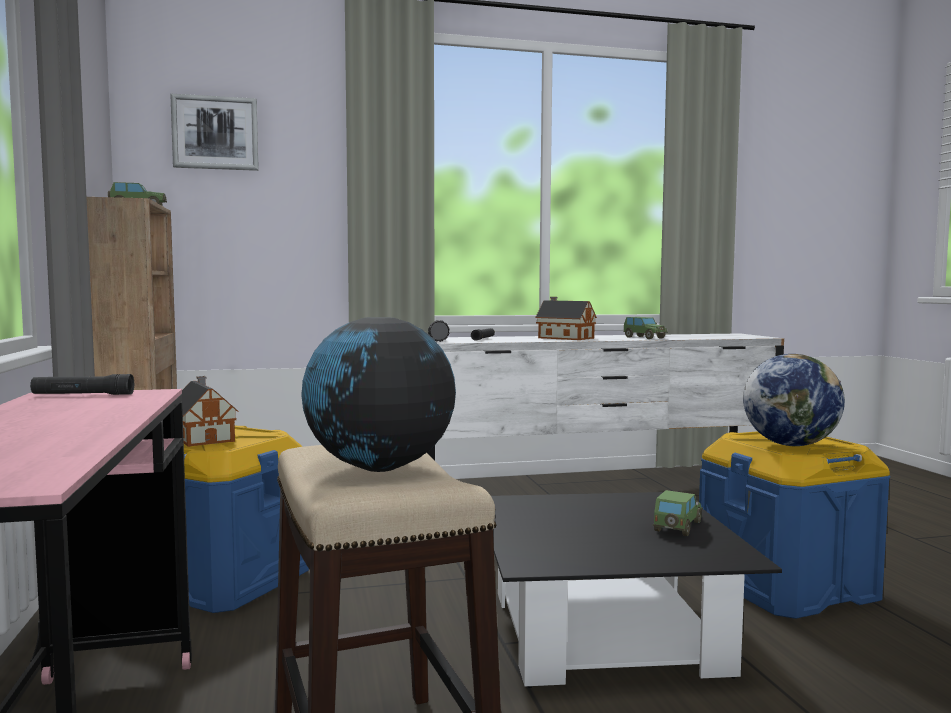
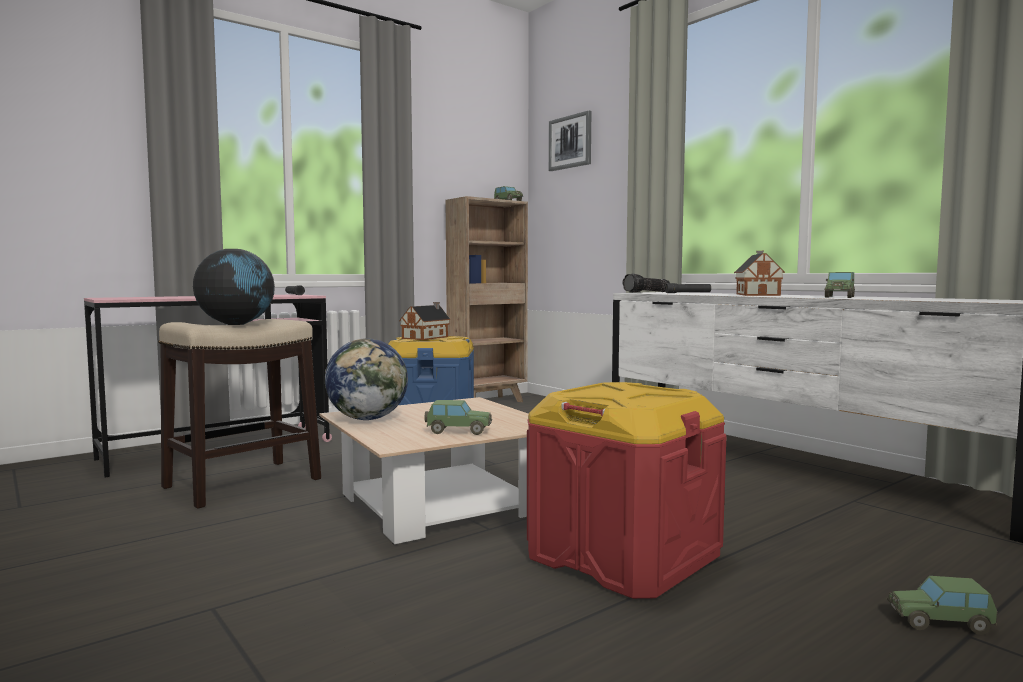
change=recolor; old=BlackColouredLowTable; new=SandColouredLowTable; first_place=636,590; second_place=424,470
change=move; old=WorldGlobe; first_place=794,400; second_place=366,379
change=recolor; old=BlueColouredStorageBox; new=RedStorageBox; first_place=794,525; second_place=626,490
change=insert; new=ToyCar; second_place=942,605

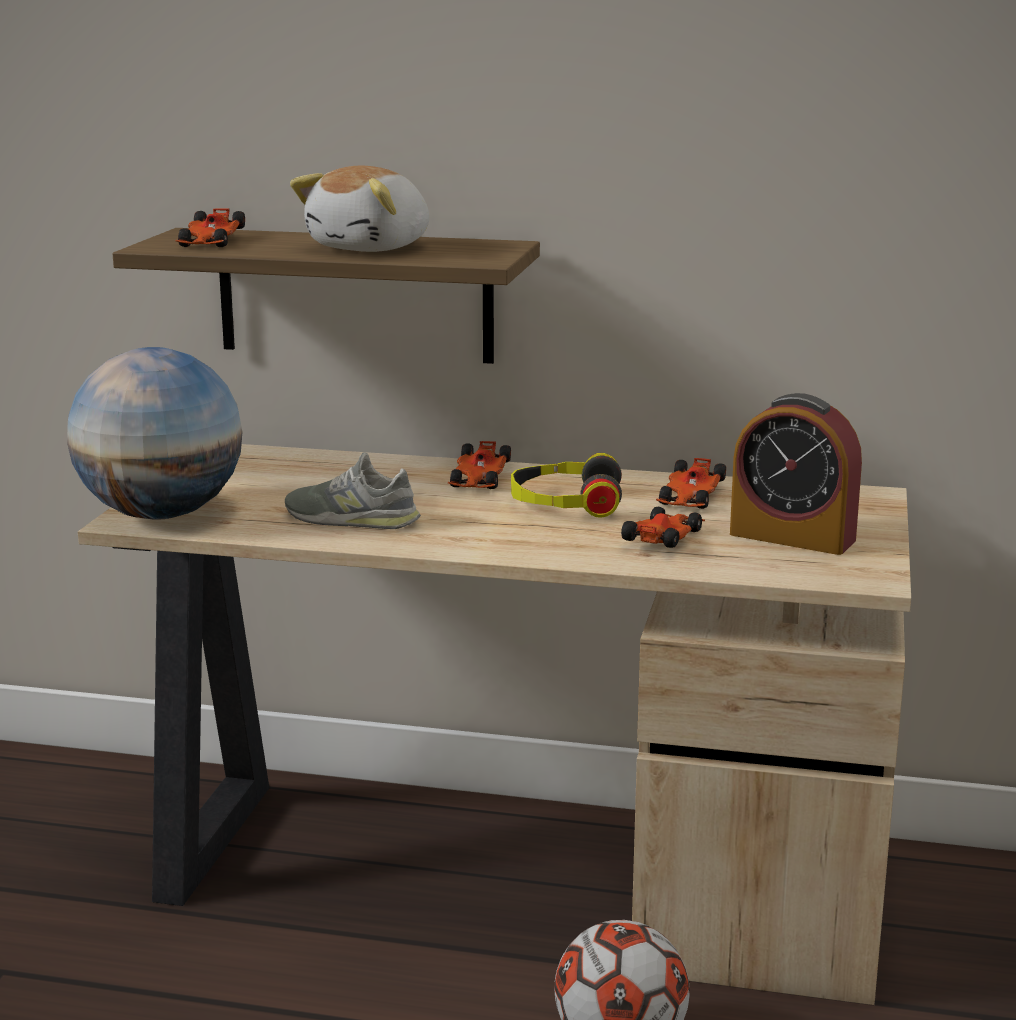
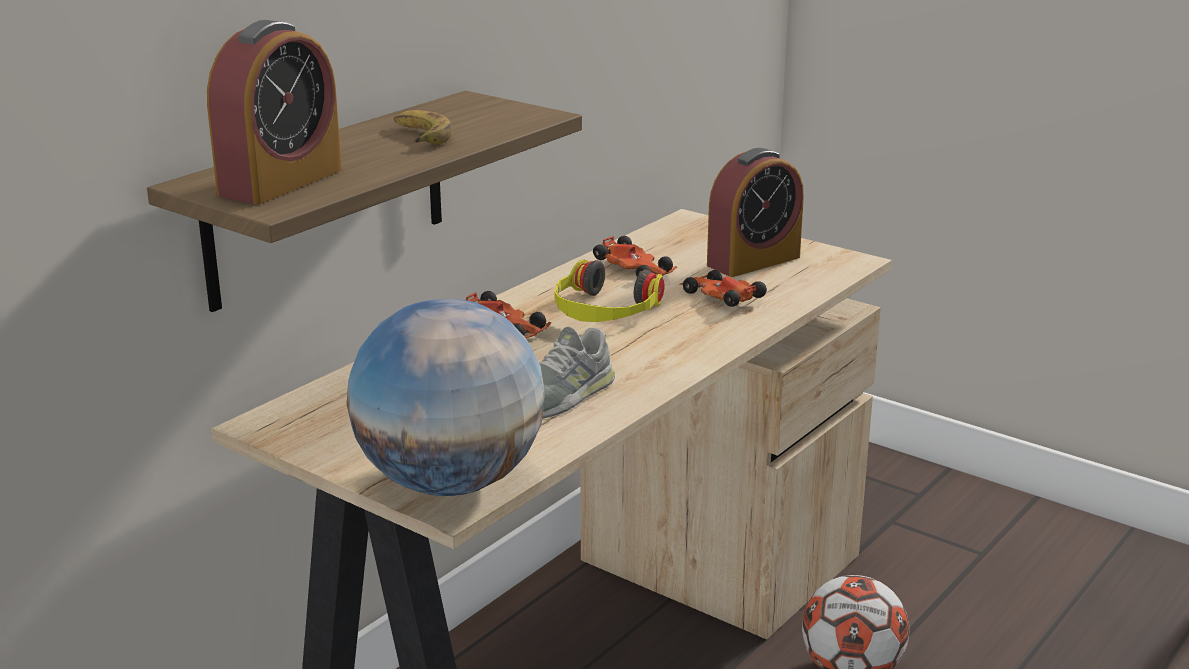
change=replace; old=ToyCar; new=TableClock; first_place=210,227; second_place=274,112
change=replace; old=CuddlyToy; new=WholeBanana; first_place=359,208; second_place=423,127

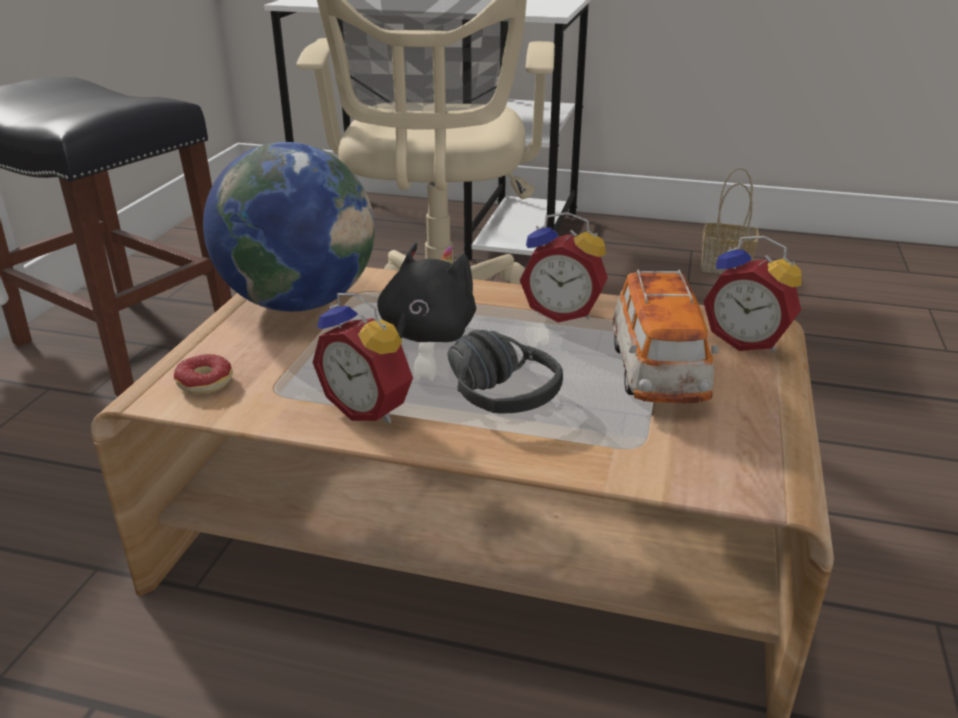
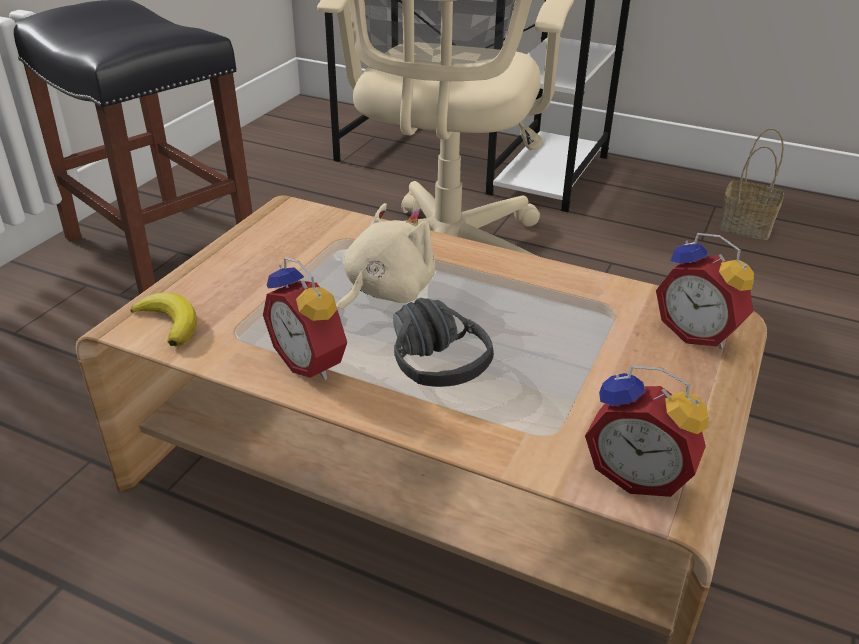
change=replace; old=RingDoughnut; new=WholeBanana; first_place=203,373; second_place=164,319
change=recolor; old=BlackColouredCuddlyToy; new=SandColouredCuddlyToy; first_place=426,292; second_place=385,256
change=move; old=TableClock; first_place=564,267; second_place=646,431
change=delete; old=WorldGlobe; first_place=289,227
change=delete; old=ToyCar; first_place=665,336

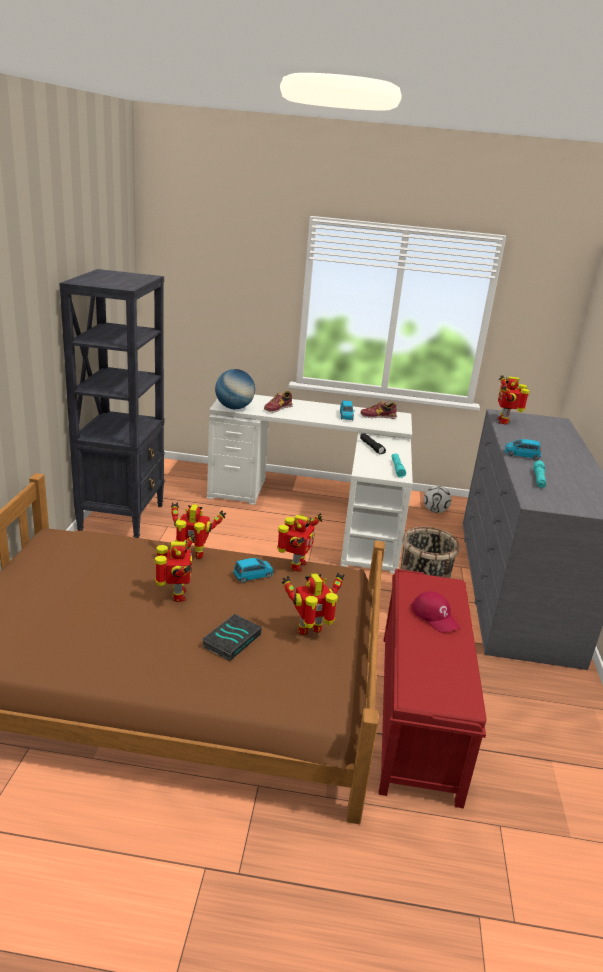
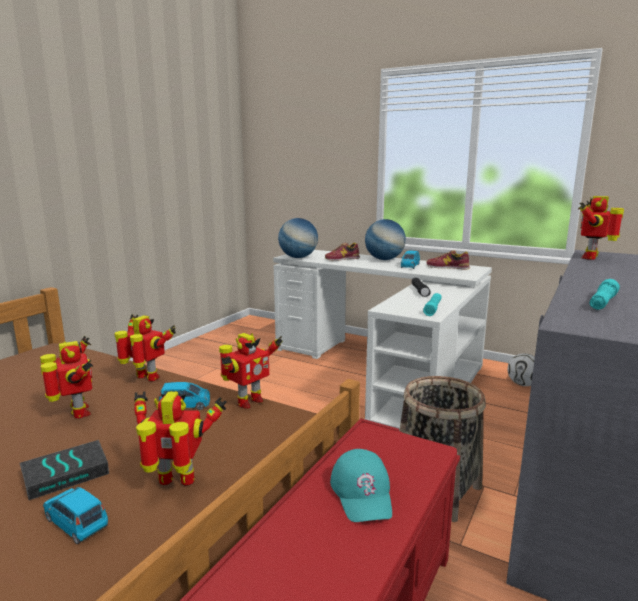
change=rotate; old=ModelRobot; first_place=175,567; second_place=66,377; degrees=-45
change=move; old=BlueColouredToyCar; first_place=523,450; second_place=75,515
change=recolor; old=RedCap; new=TurquoiseCap; first_place=436,612; second_place=361,485
change=insert; new=WorldGlobe; second_place=385,239
change=delete; old=BlackColouredBookcase; first_place=112,403

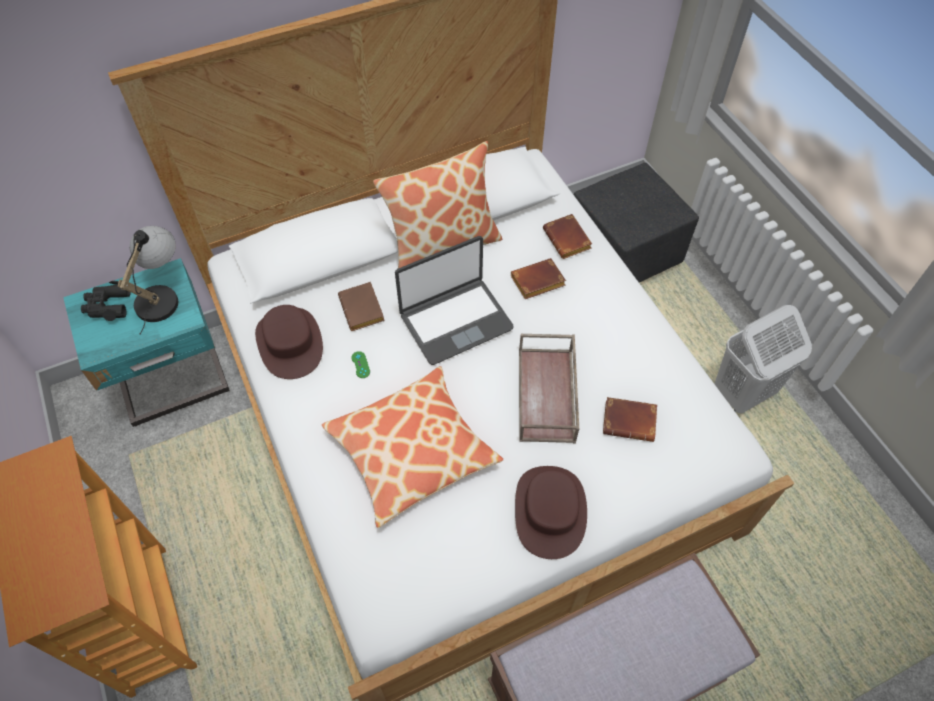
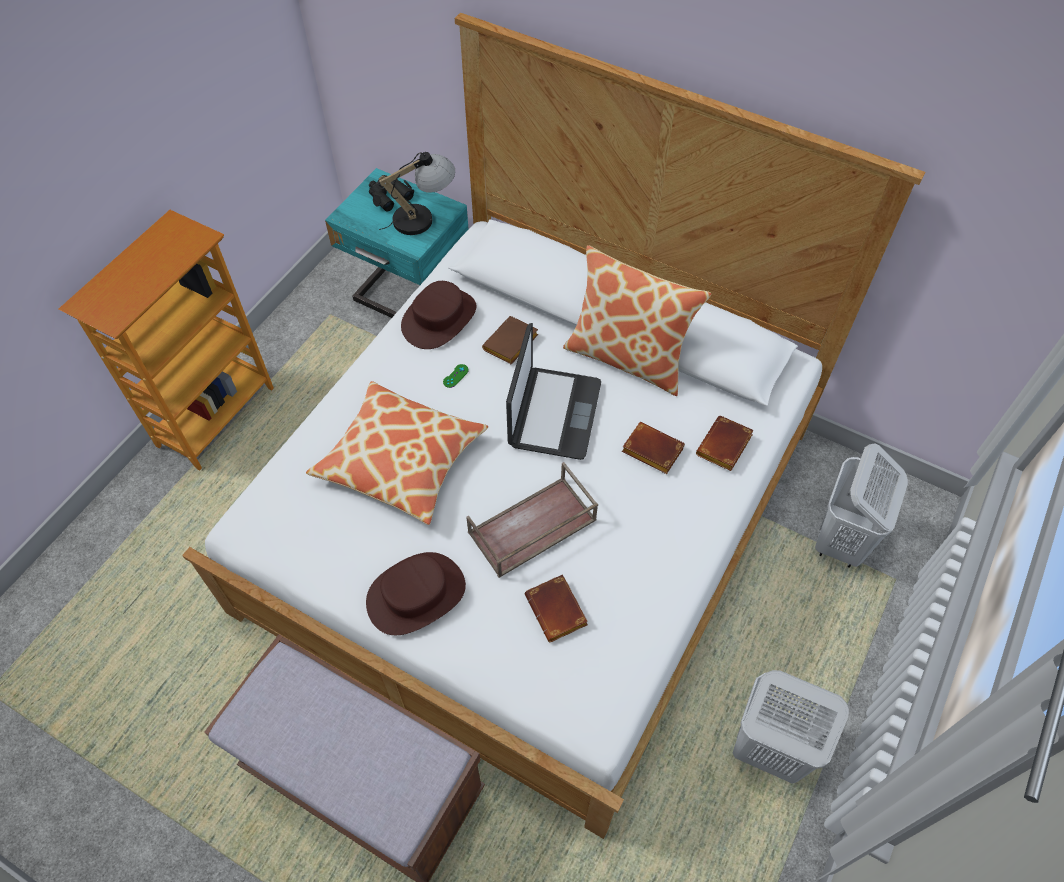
change=rotate; old=NotebookComputer; first_place=454,300; second_place=553,391; degrees=-105
change=replace; old=BlackColouredFootrest; new=WhiteLaundryBasket; first_place=636,223; second_place=861,505

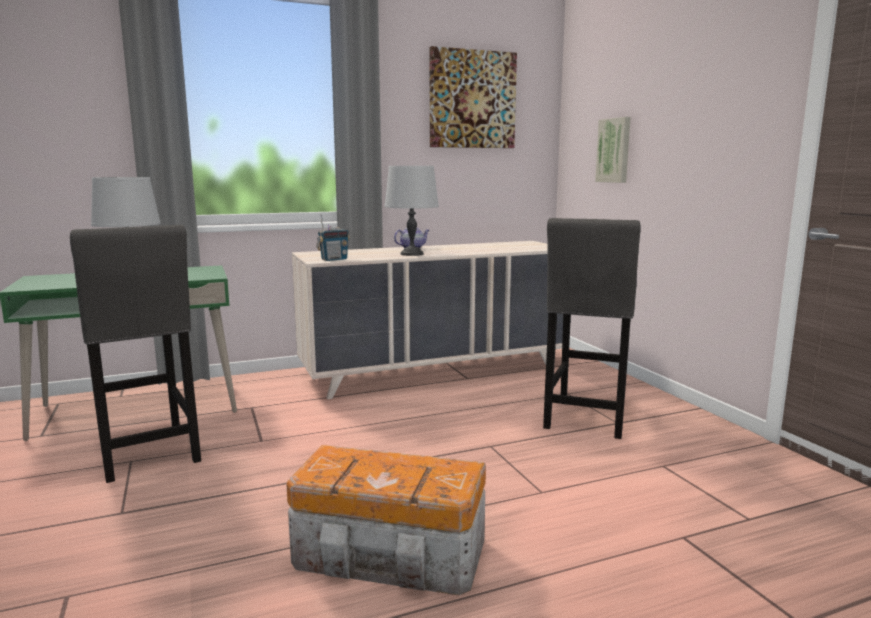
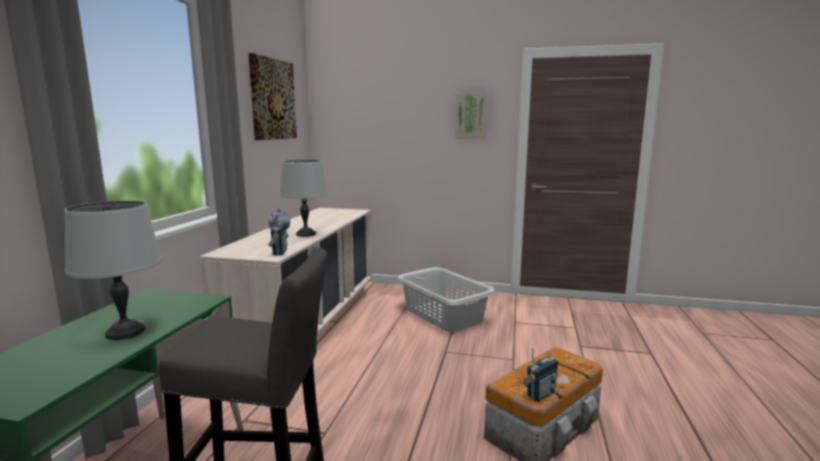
change=replace; old=GraySittingStool; new=GrayLaundryBasket; first_place=592,328; second_place=446,299
change=move; old=WallPicture; first_place=613,150; second_place=472,116
change=insert; new=RadioReceiver; second_place=540,375

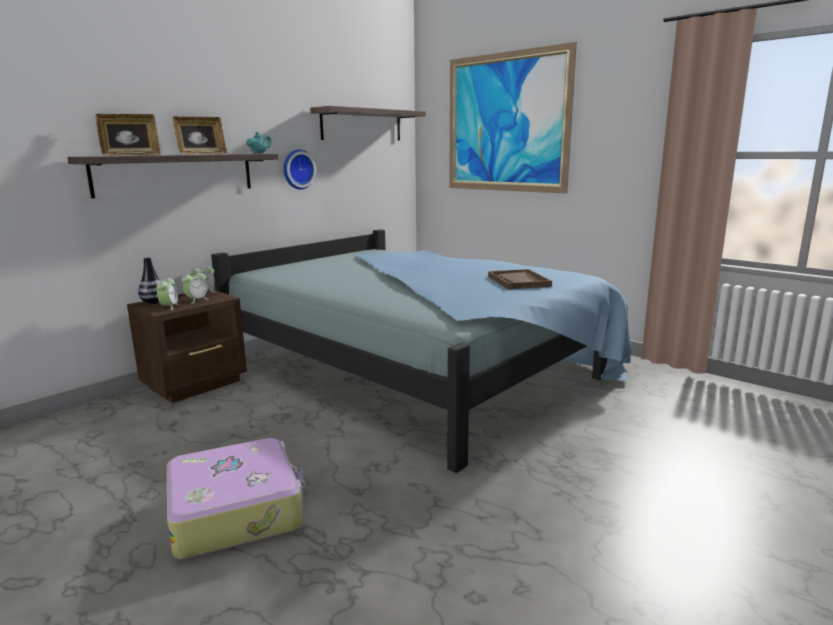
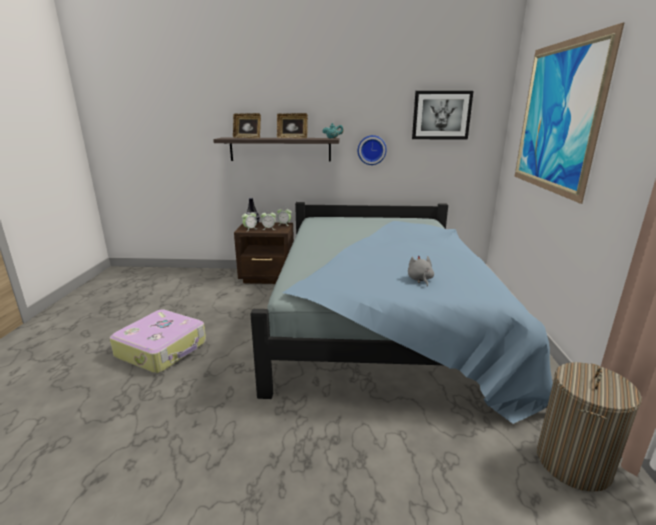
change=replace; old=BrownishServingTray; new=GrayCuddlyToy; first_place=520,279; second_place=421,271
change=replace; old=WallShelf; new=WallPicture; first_place=368,123; second_place=443,115
change=insert; new=LaundryBasket; second_place=589,427

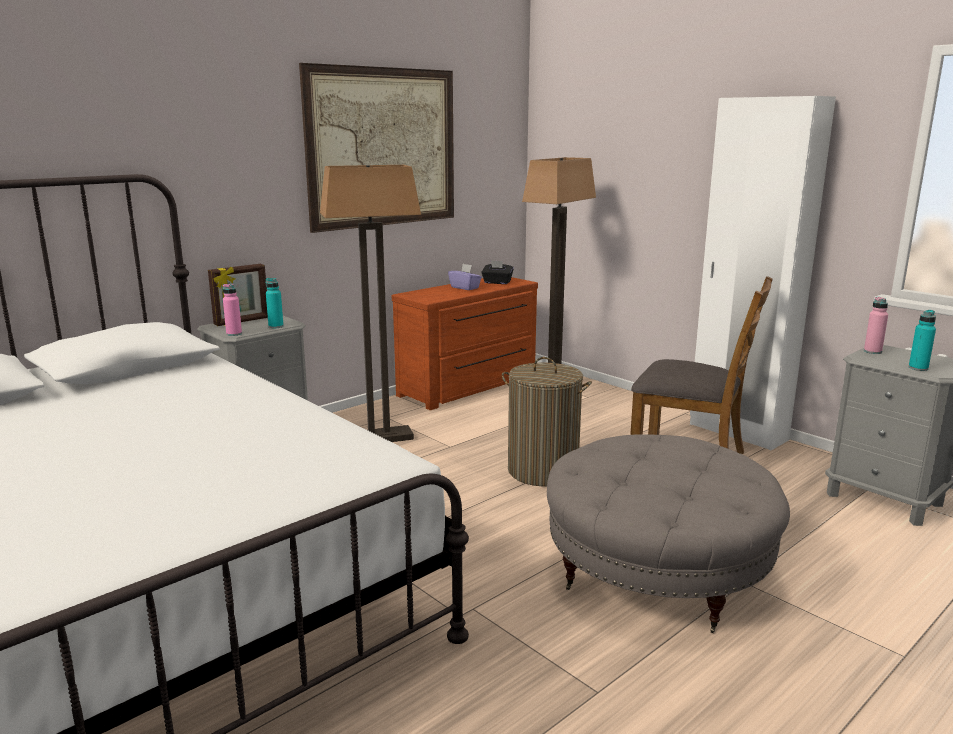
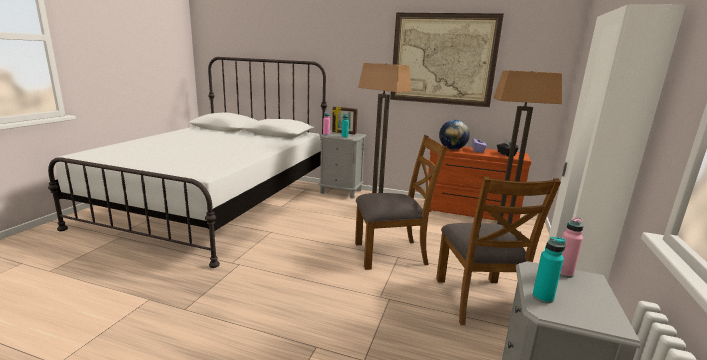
change=replace; old=LaundryBasket; new=BrownishPlainChair; first_place=547,422; second_place=401,202
change=insert; new=WorldGlobe; second_place=454,135
change=delete; old=GrayFootrest; first_place=668,533

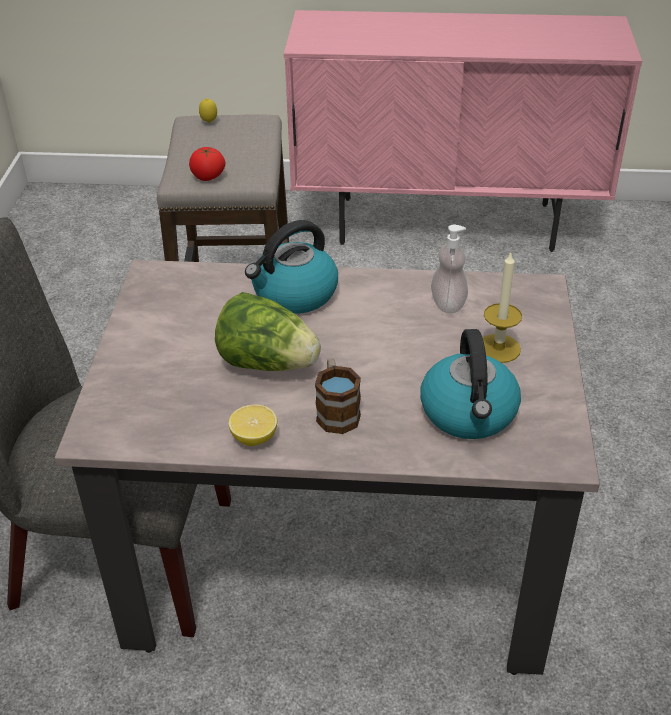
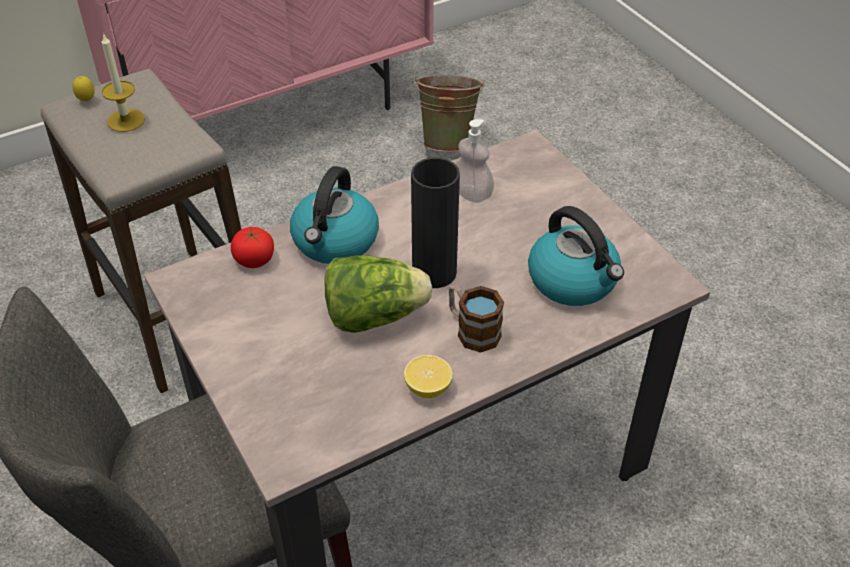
change=move; old=WaxLight; first_place=502,307; second_place=123,82
change=move; old=FreshTomato; first_place=207,164; second_place=252,247
change=insert; new=BlackColouredDecorativeVase; second_place=435,222
change=insert; new=GreenishBucket; second_place=449,113

